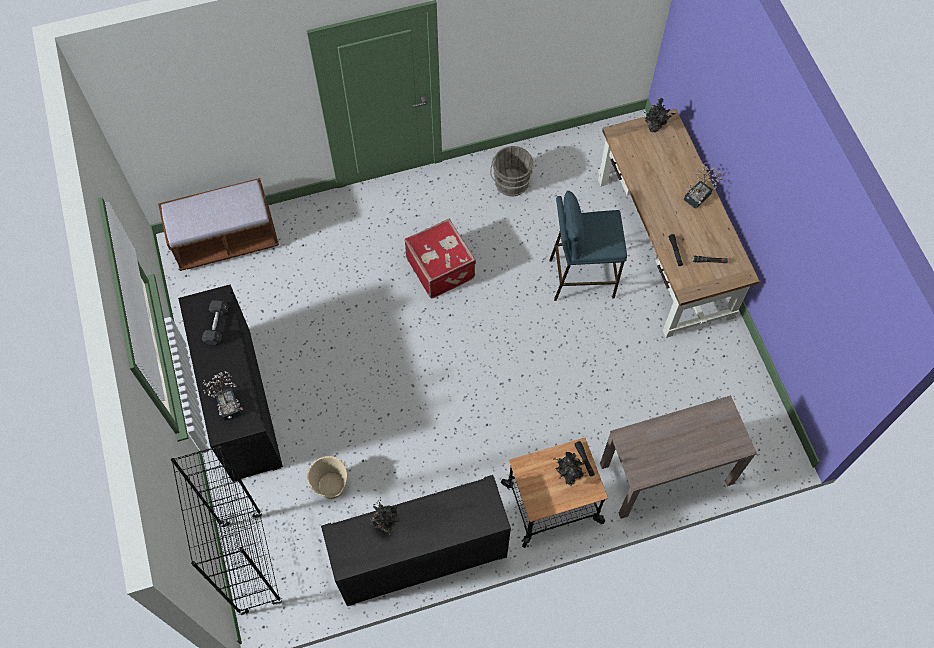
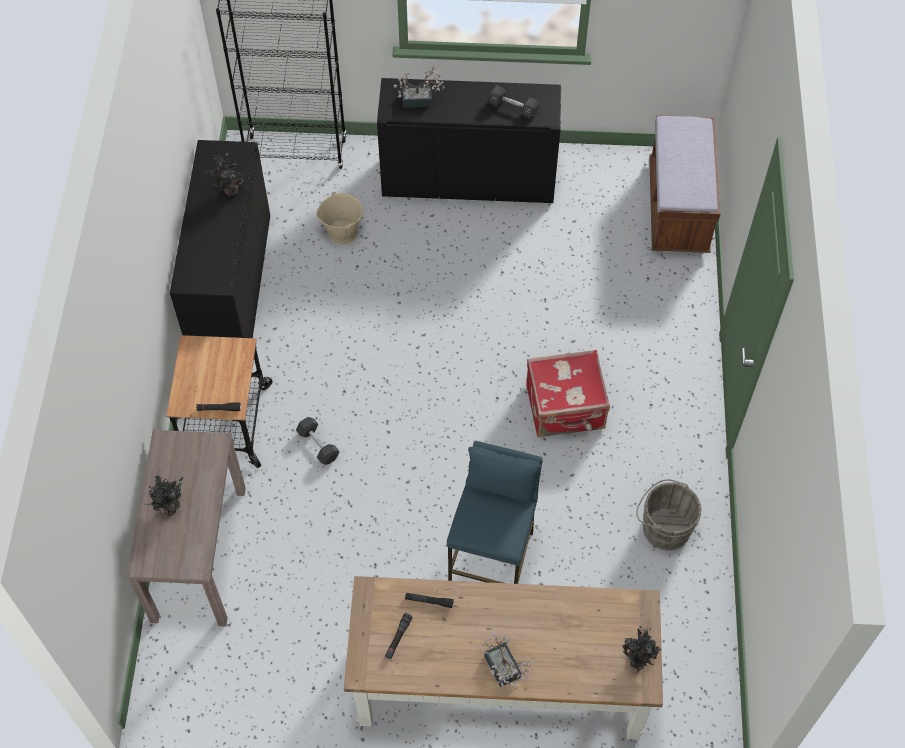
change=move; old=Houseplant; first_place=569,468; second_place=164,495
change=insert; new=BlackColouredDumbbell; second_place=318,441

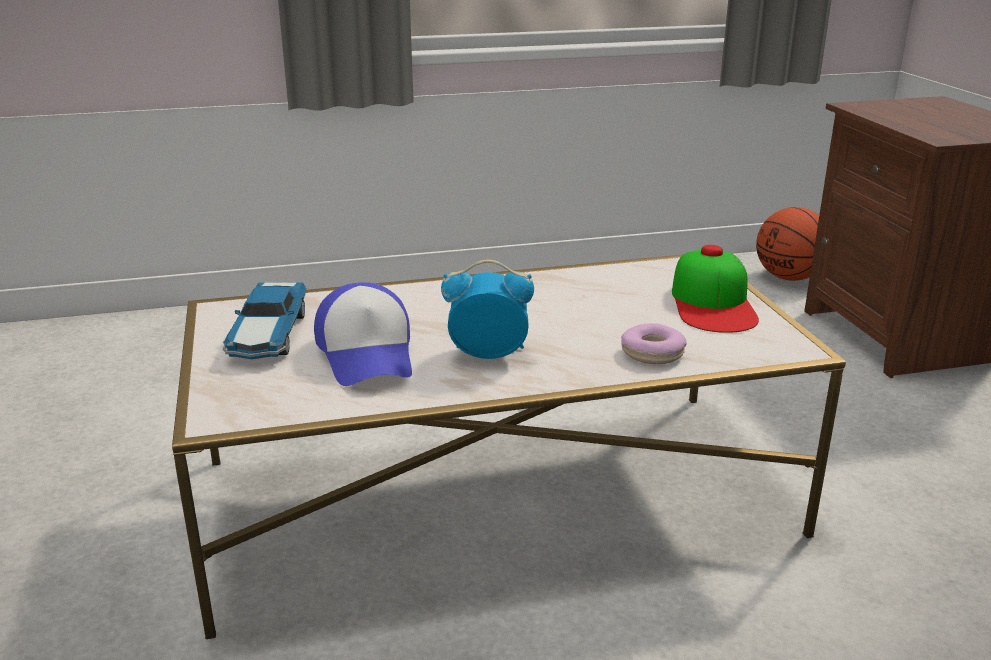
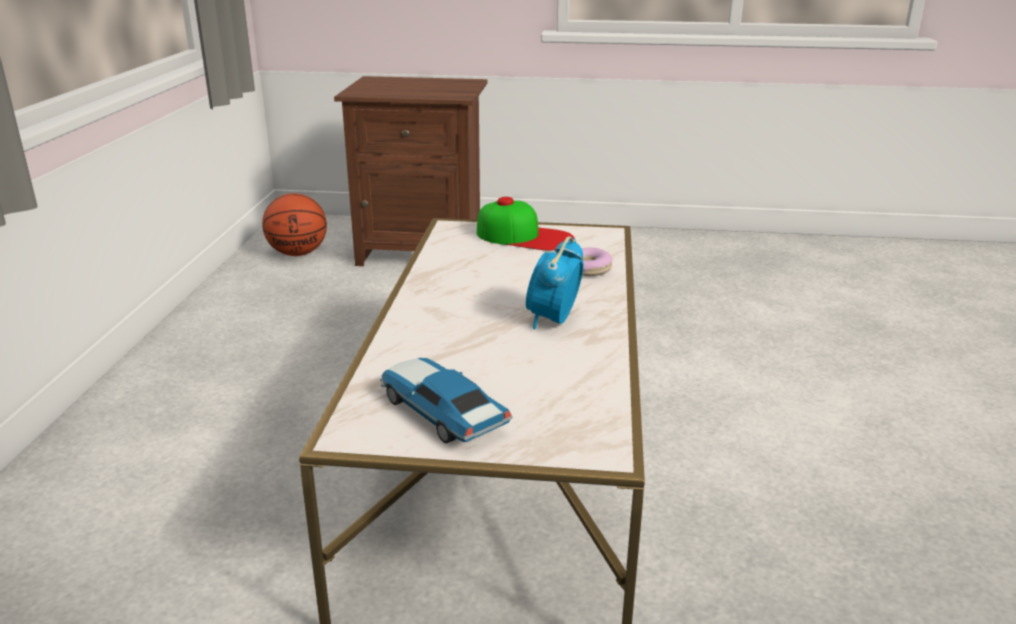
change=rotate; old=ToyCar; first_place=265,320; second_place=446,401; degrees=-150
change=delete; old=Cap; first_place=363,334

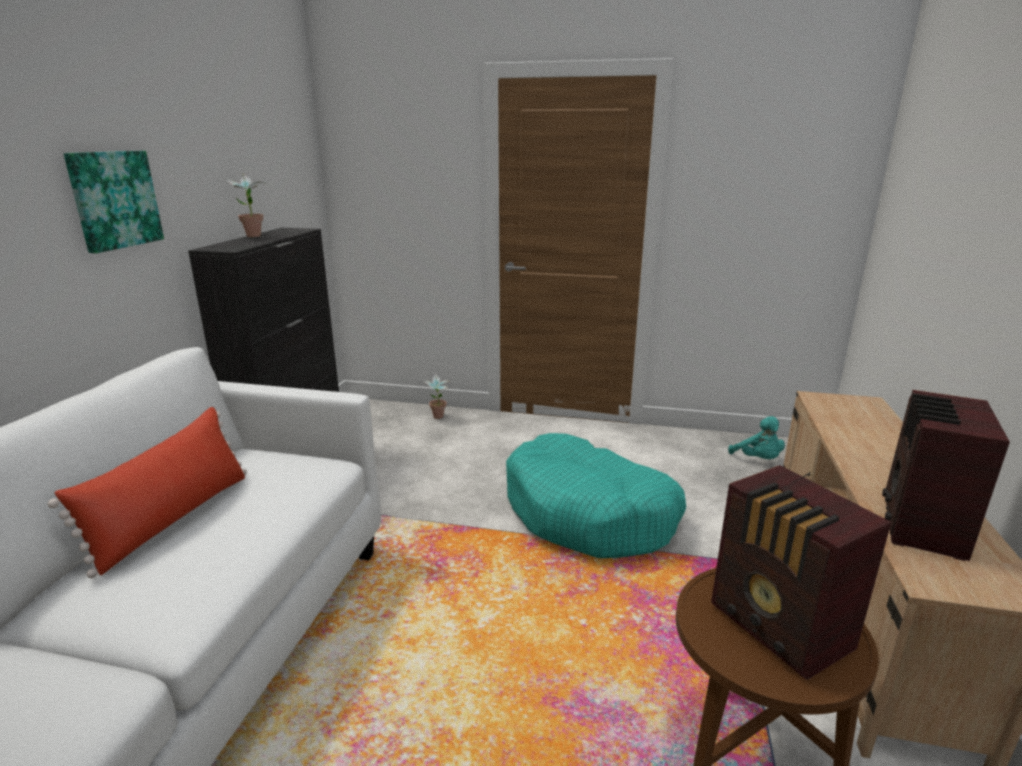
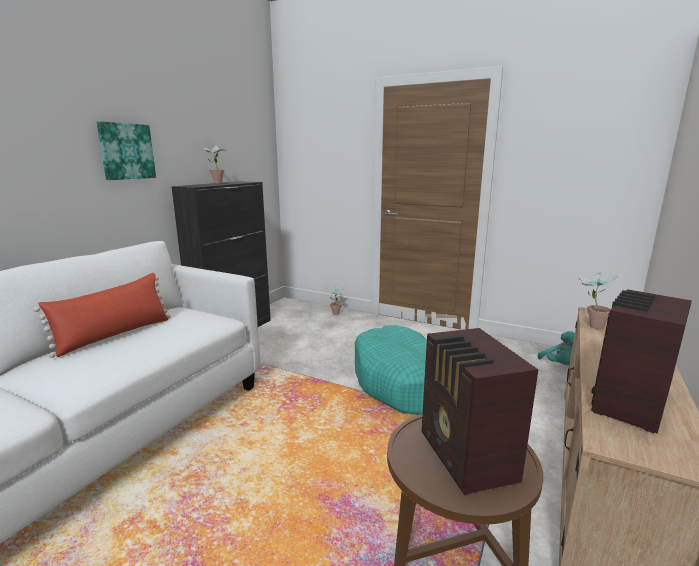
change=insert; new=Houseplant; second_place=598,300

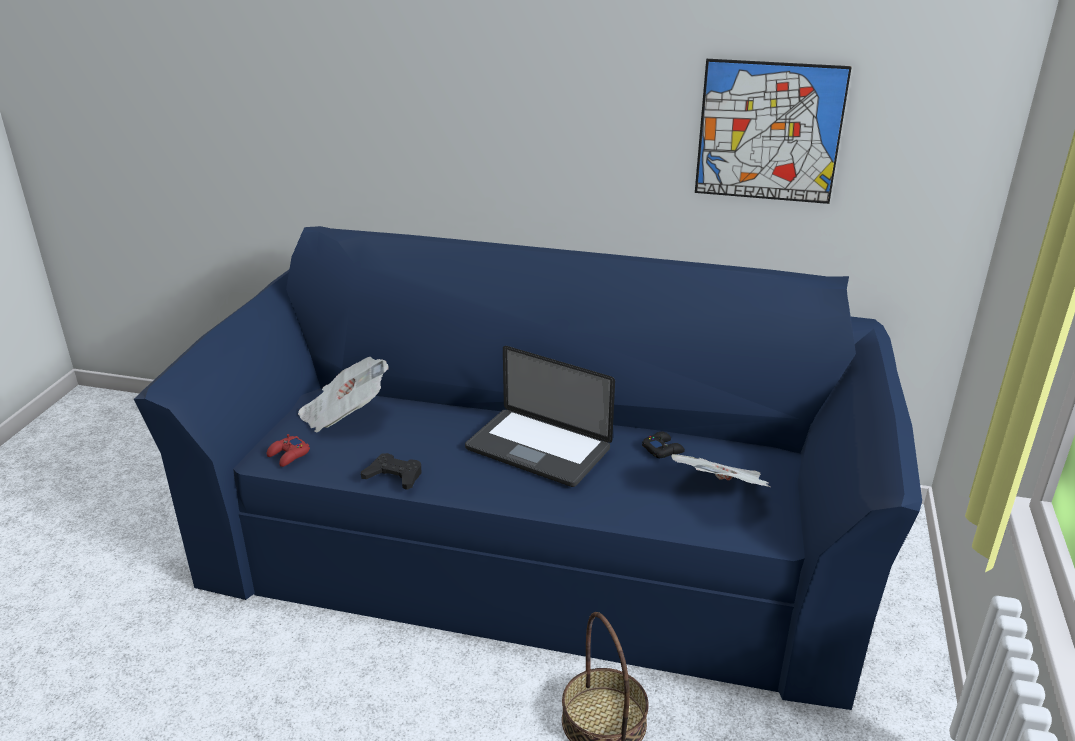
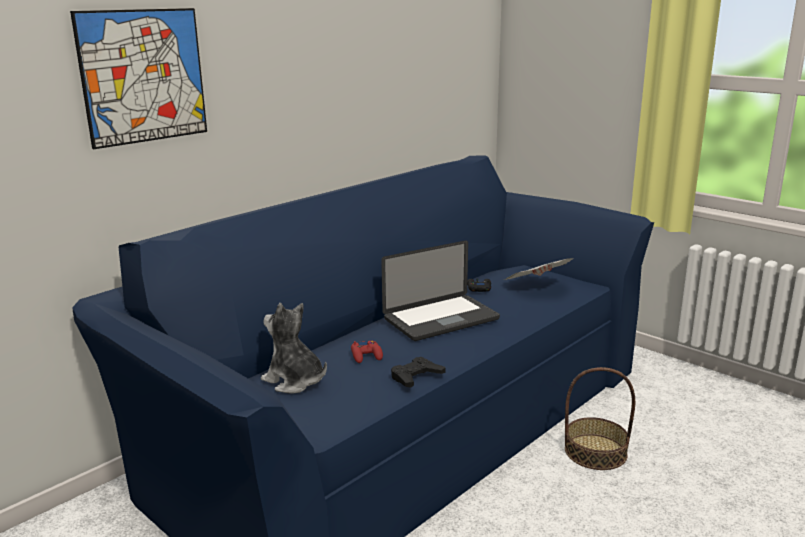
change=move; old=WallPicture; first_place=773,131; second_place=138,78
change=replace; old=PrintedPaper; new=CuddlyToy; first_place=343,395; second_place=294,348
change=move; old=RedGamepad; first_place=288,450; second_place=367,352

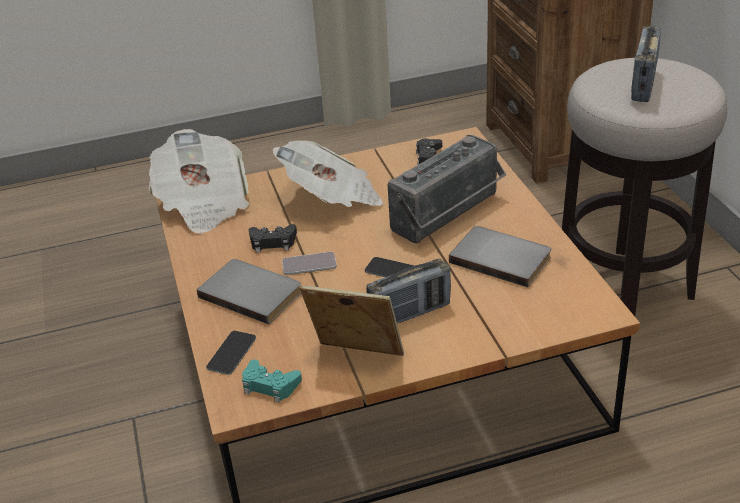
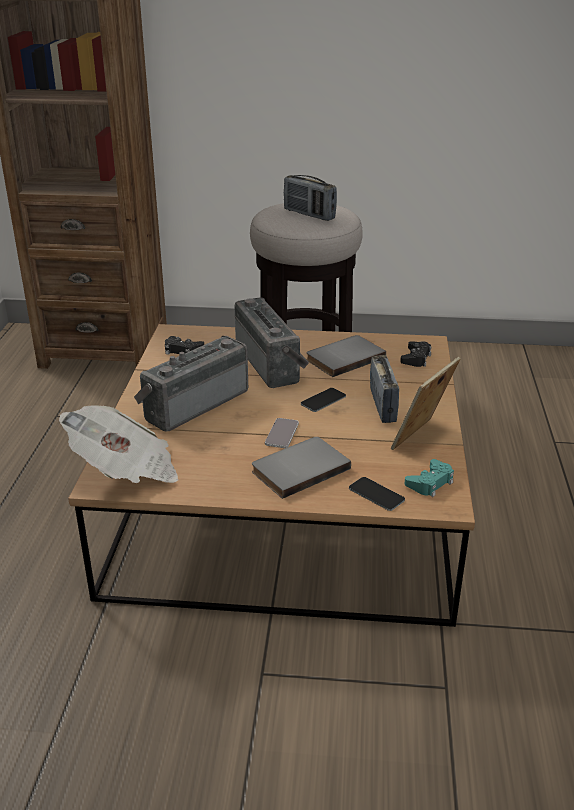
change=replace; old=PrintedPaper; new=RadioReceiver; first_place=328,173; second_place=191,384
change=move; old=BlackColouredGamepad; first_place=273,238; second_place=415,354

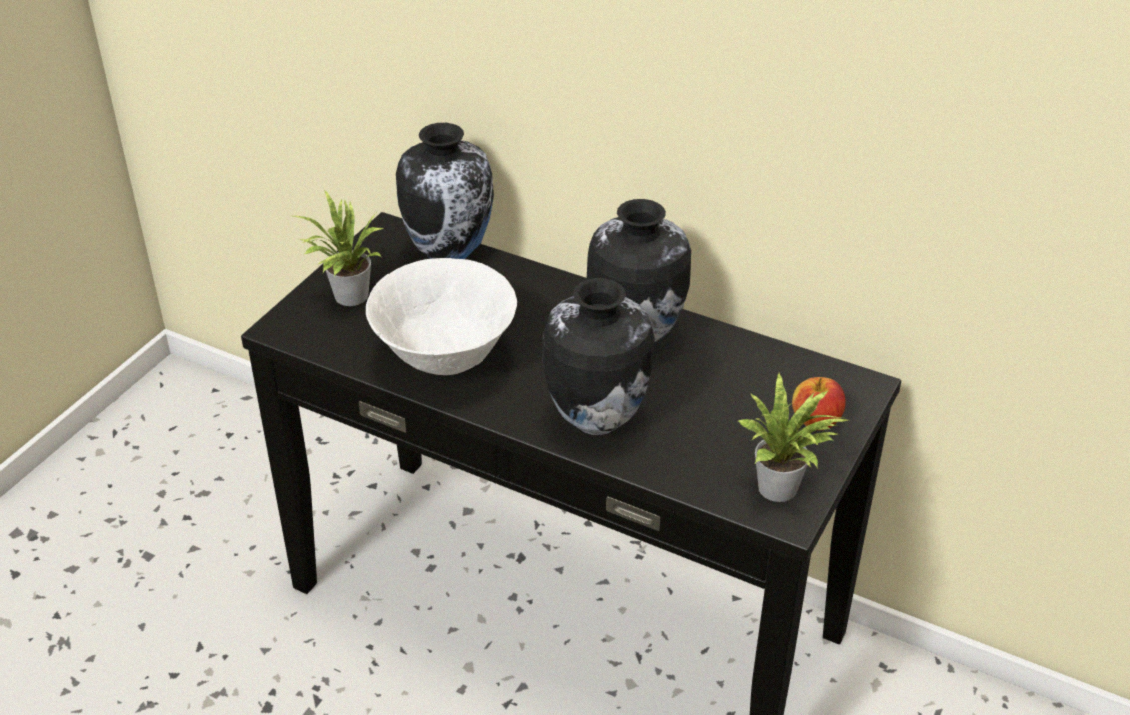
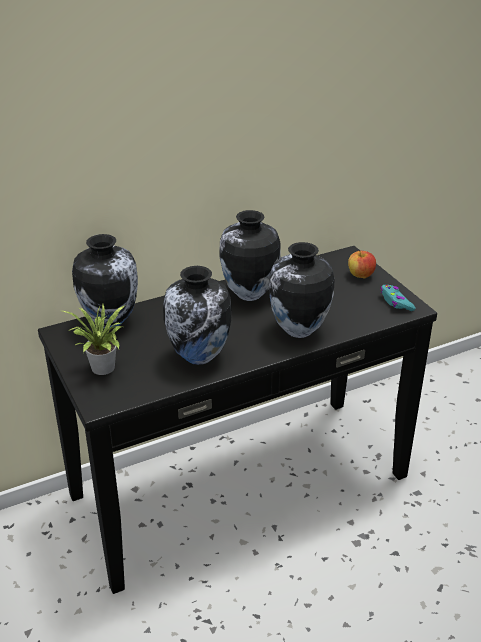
change=replace; old=WhiteDeepDish; new=DecorativeVase; first_place=441,316; second_place=197,315
change=replace; old=Houseplant; new=TurquoiseGamepad; first_place=795,437; second_place=398,298

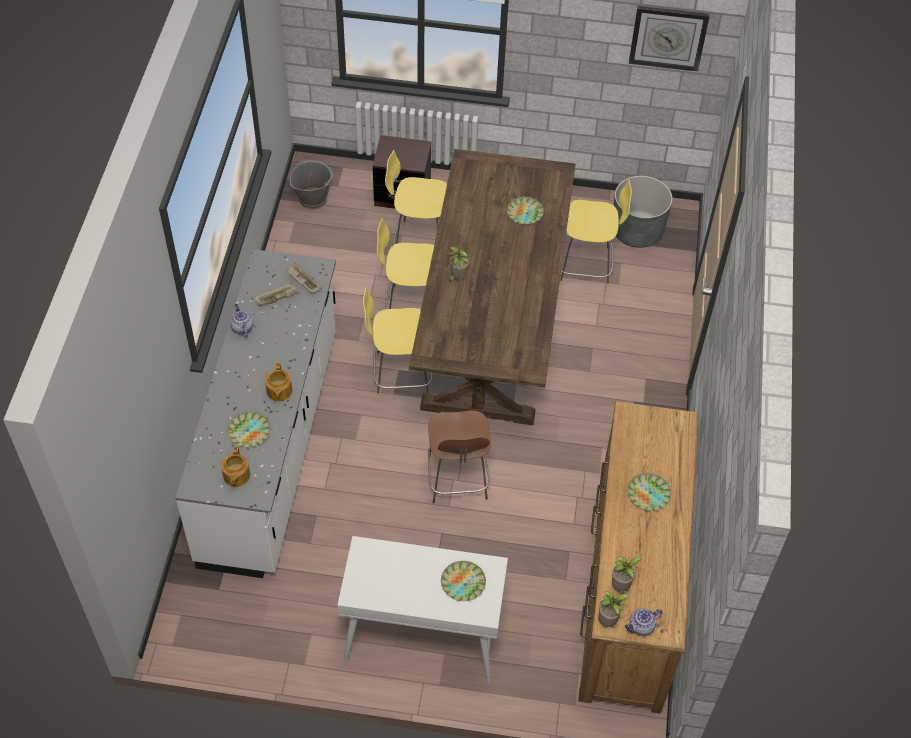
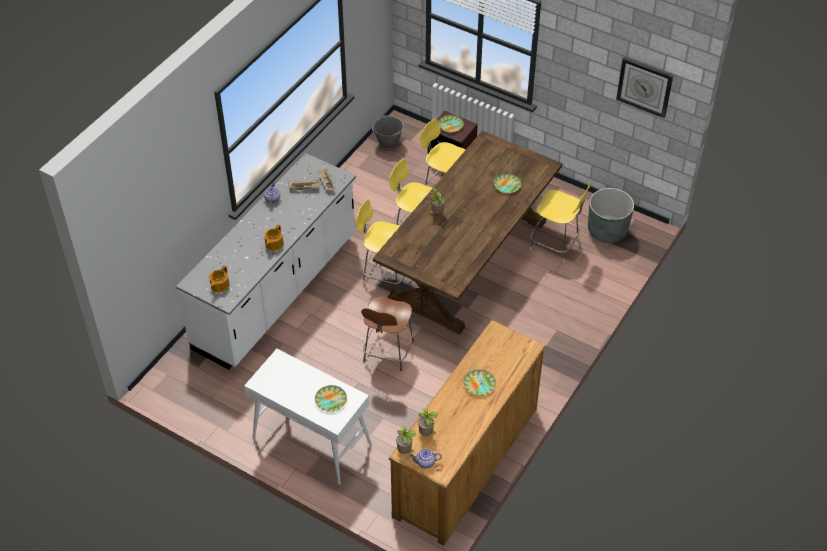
change=move; old=Plate; first_place=248,429; second_place=451,124

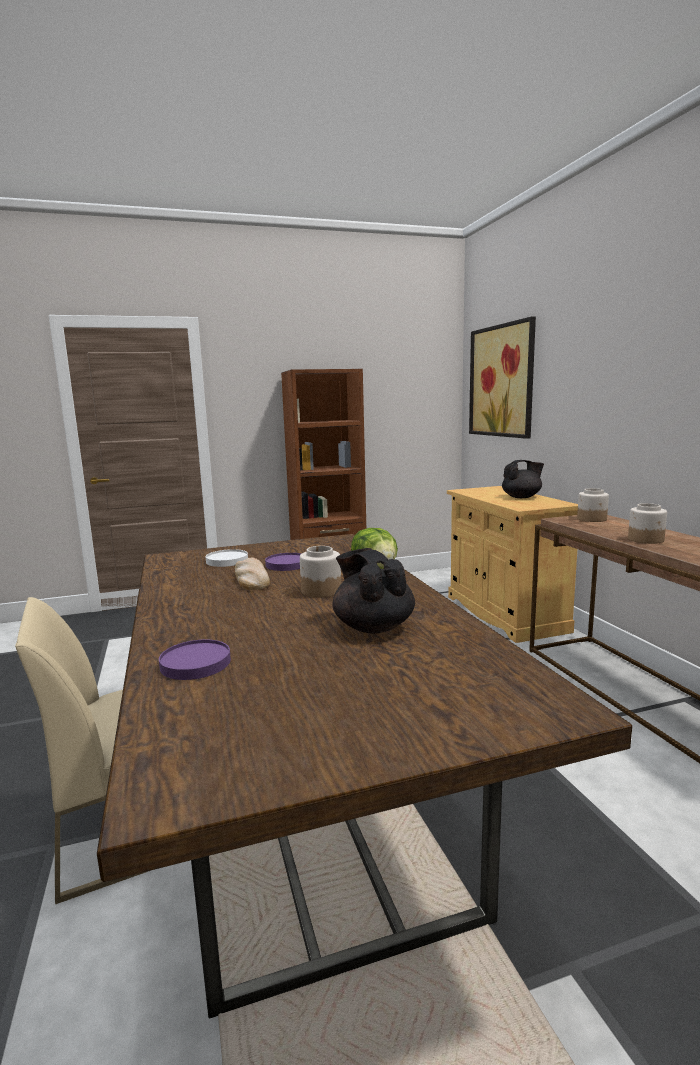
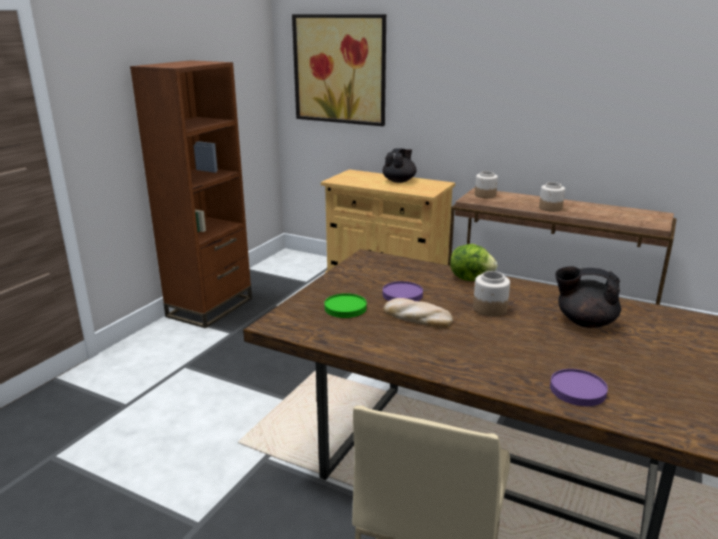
change=recolor; old=WhitePlate; new=GreenishPlate; first_place=226,558; second_place=345,305

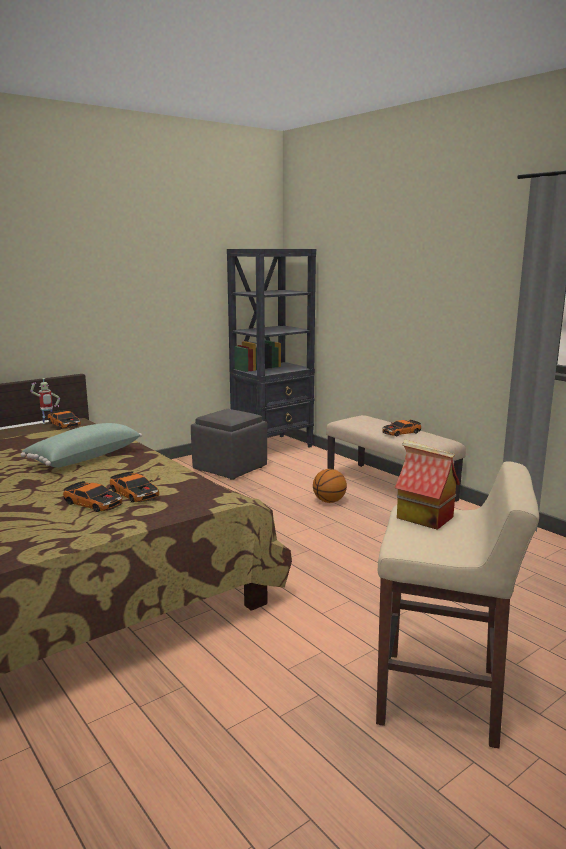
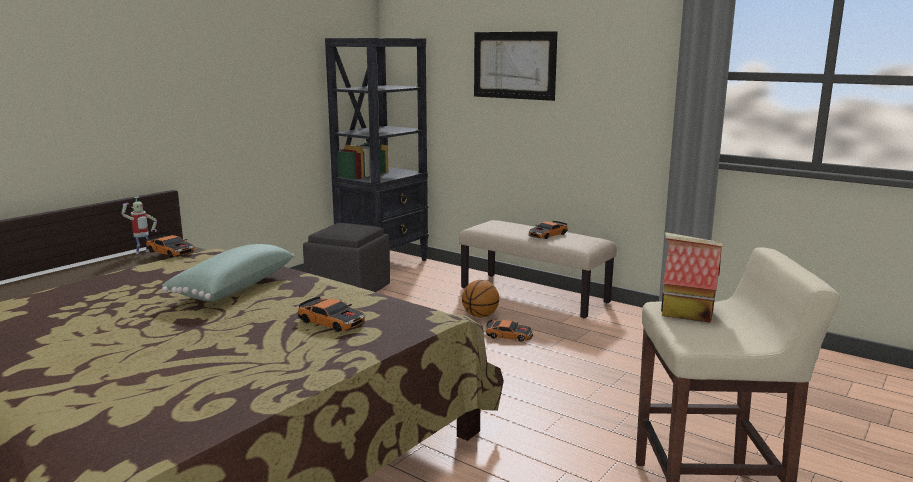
change=insert; new=WallPicture; second_place=515,66
change=move; old=ToyCar; first_place=92,496; second_place=509,331

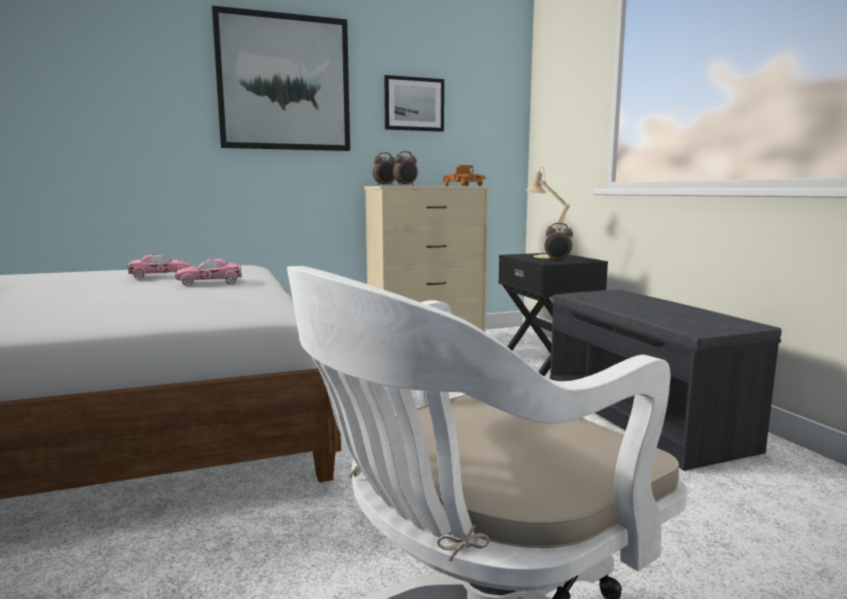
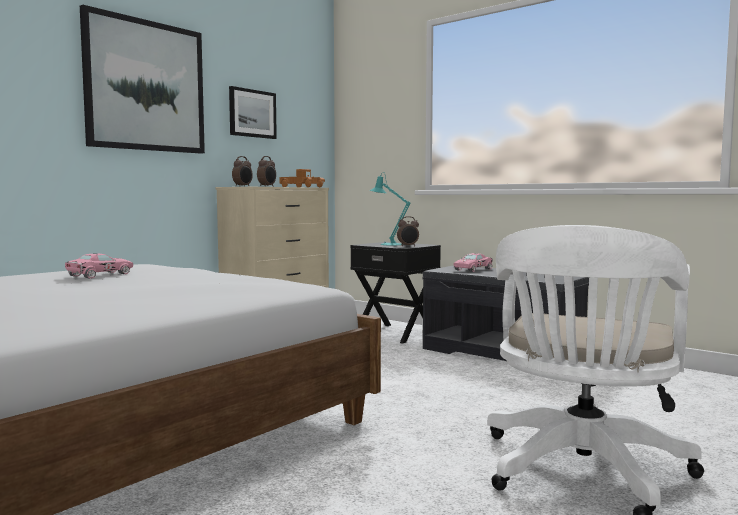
change=recolor; old=SandColouredTableLamp; new=TurquoiseTableLamp; first_place=548,213; second_place=390,208
change=move; old=PinkishToyCar; first_place=208,272; second_place=473,262

